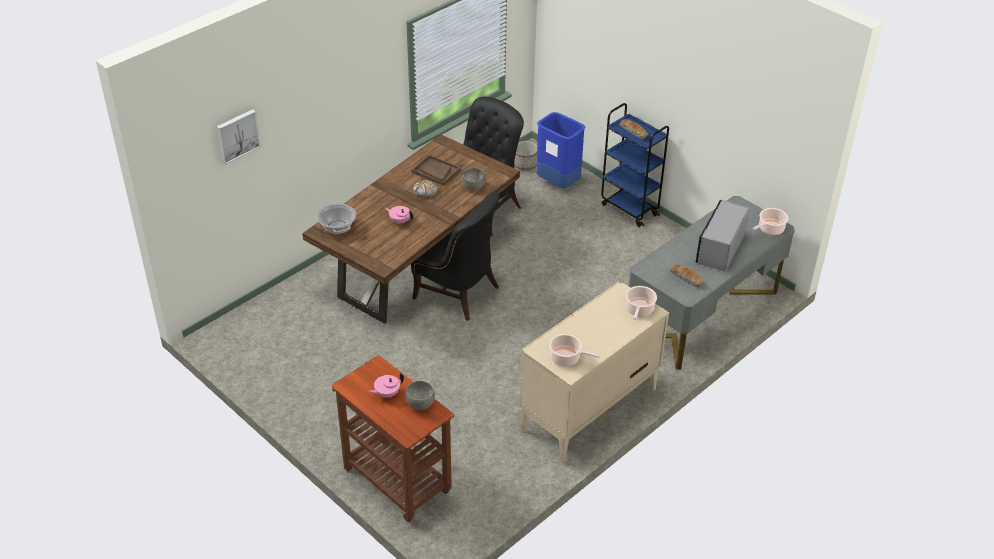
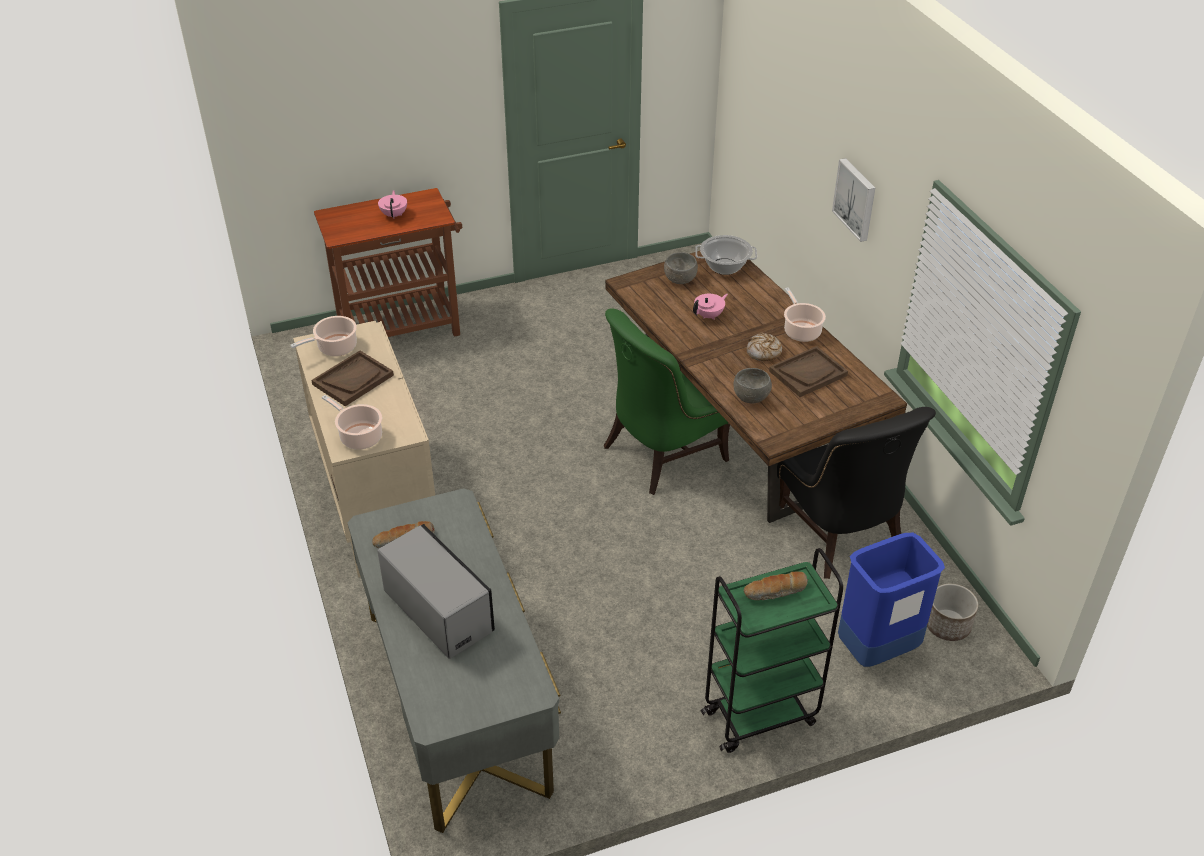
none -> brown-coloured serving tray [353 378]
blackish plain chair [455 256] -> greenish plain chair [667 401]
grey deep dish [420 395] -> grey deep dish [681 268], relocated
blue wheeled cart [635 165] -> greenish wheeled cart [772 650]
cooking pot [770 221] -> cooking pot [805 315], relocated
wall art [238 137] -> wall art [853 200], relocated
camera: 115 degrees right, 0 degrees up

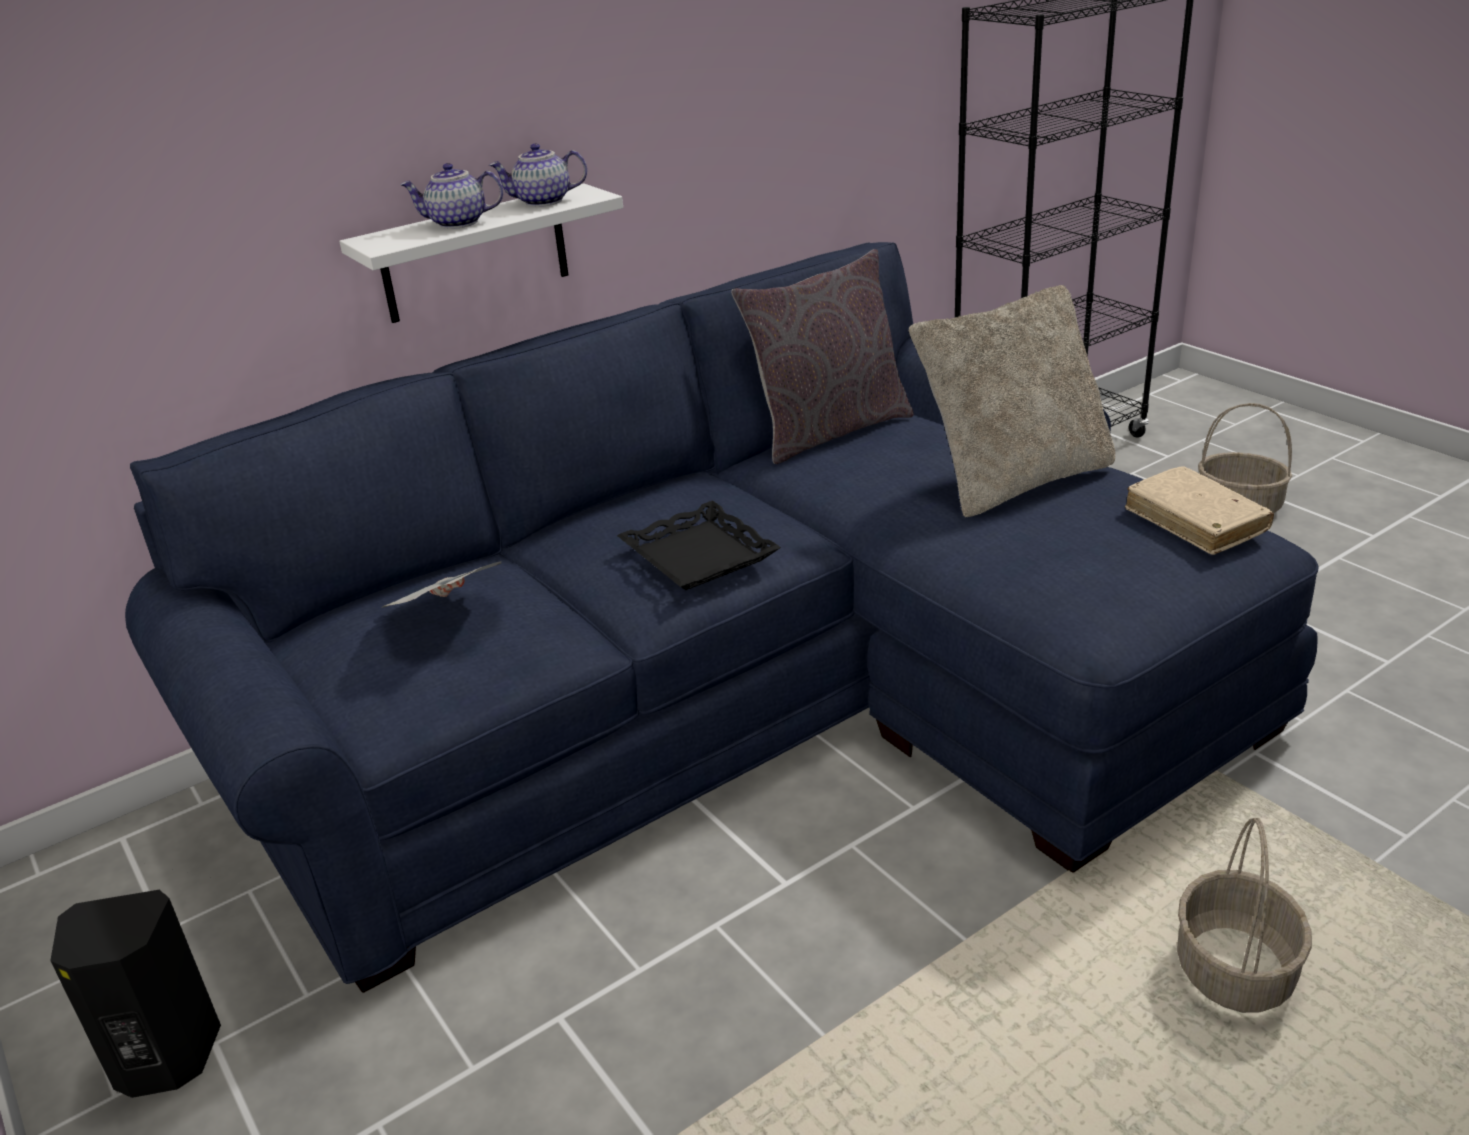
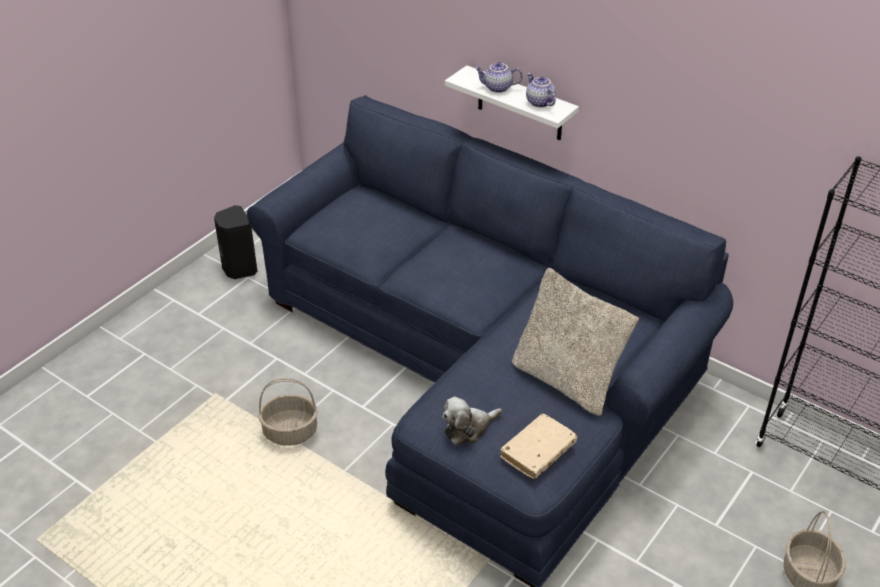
storage basket [1244 915] -> storage basket [288 412], relocated
none -> cuddly toy [472 421]
tea pot [451 196] -> tea pot [499 77], 60 degrees counterclockwise
printed paper [441 584] -> none
blackish serving tray [699 545] -> none
grey throw pillow [822 356] -> none
camera: 70 degrees right, 10 degrees up

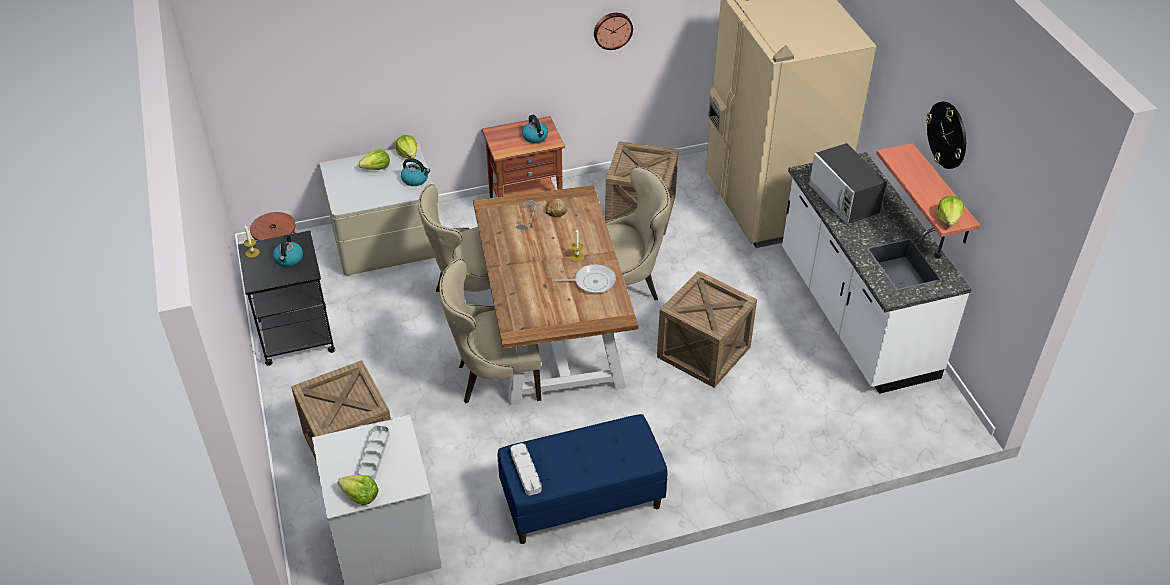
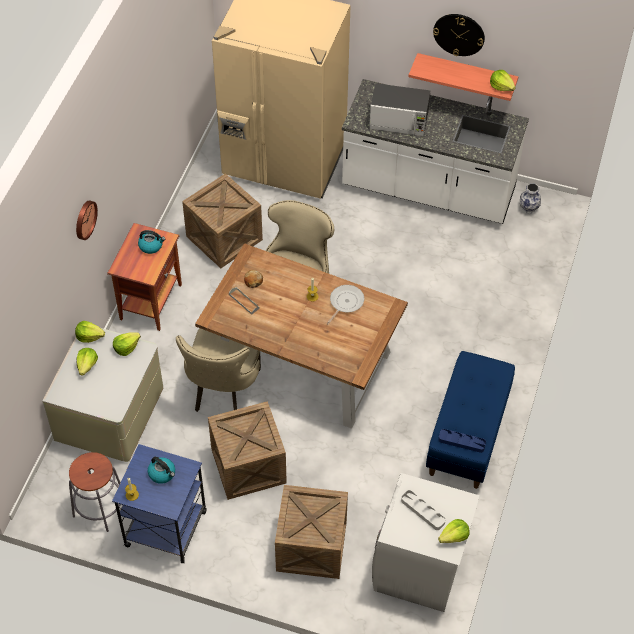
hanging clock [613 31] -> hanging clock [87 220], relocated
blackish wheeled cart [286 298] -> blue wheeled cart [159 503]
kettle [415 172] -> lettuce head [127 344]
packing crate [707 329] -> packing crate [247 450], relocated
grey serving tray [526 469] -> blue serving tray [462 441]
none -> flower vase [530 198]
beige plain chair [490 331] -> none
camera: 55 degrees left, 10 degrees up

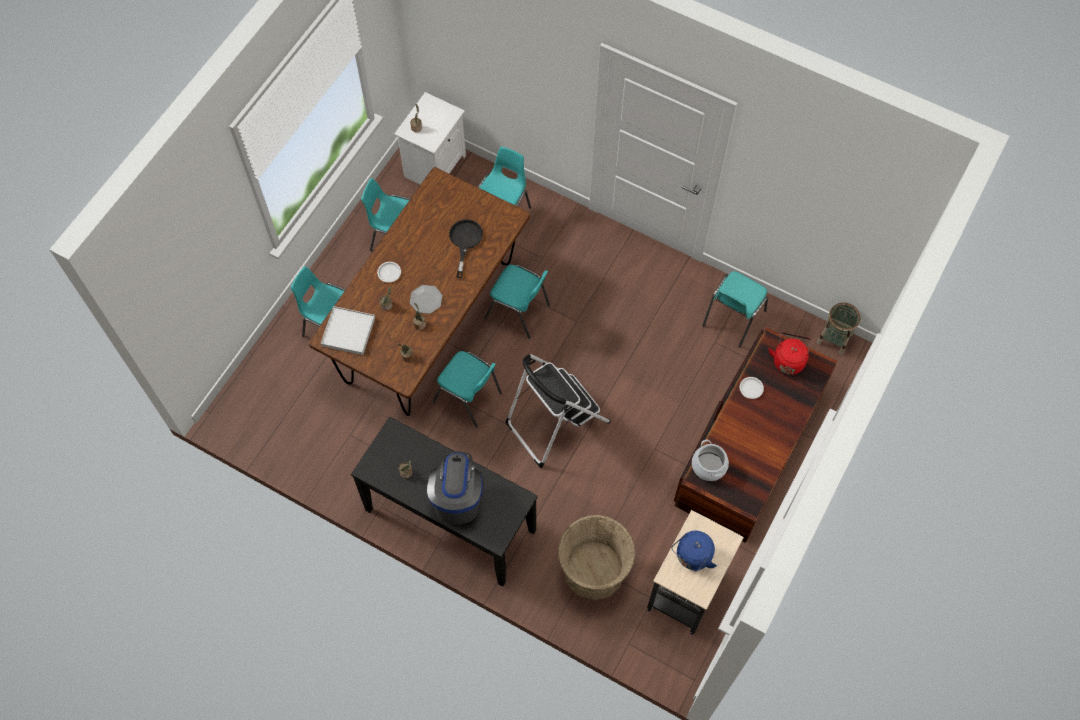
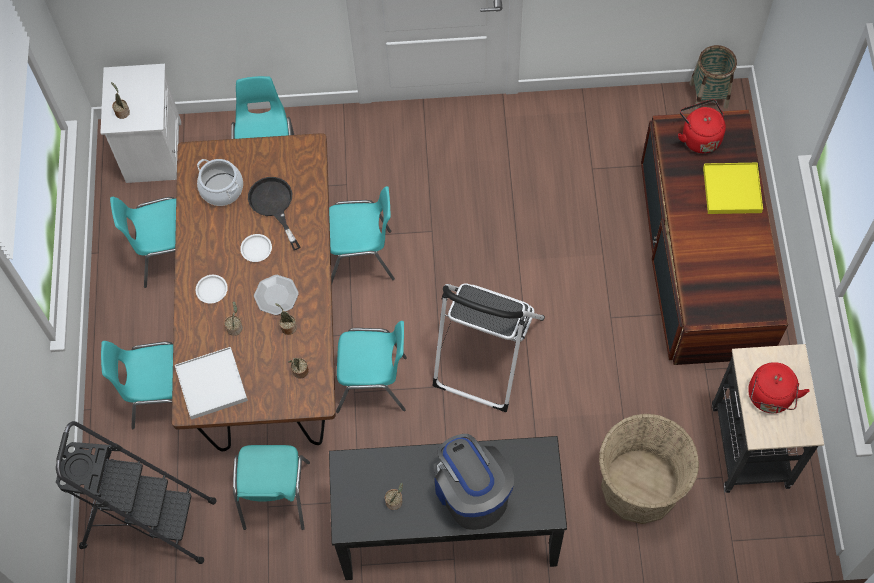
none -> step stool [136 492]
cooking pot [710 460] -> cooking pot [220 182], relocated
turquoise-coloured plain chair [735 309] -> turquoise-coloured plain chair [271 487], relocated
white-coloured plate [752 388] -> white-coloured plate [256 248], relocated
none -> yellow-coloured serving tray [733 188]
blue kettle [694 551] -> red kettle [779 387]
camera: 30 degrees left, 0 degrees up

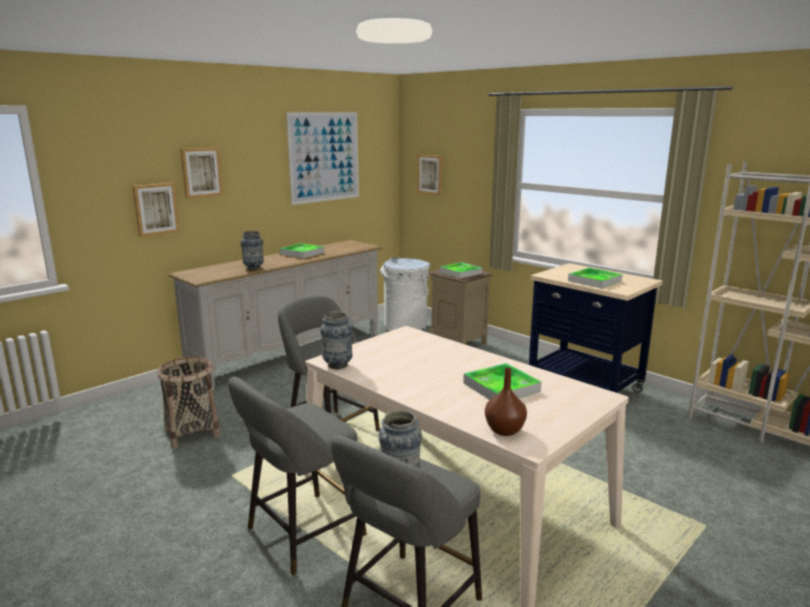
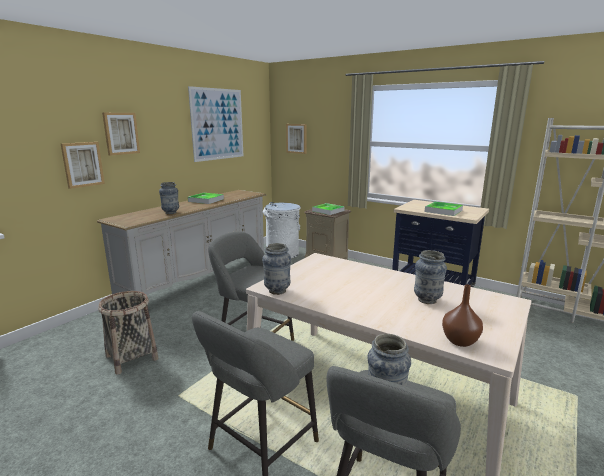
serving tray [502 381] -> flower vase [430 277]
camera: 10 degrees left, 0 degrees up

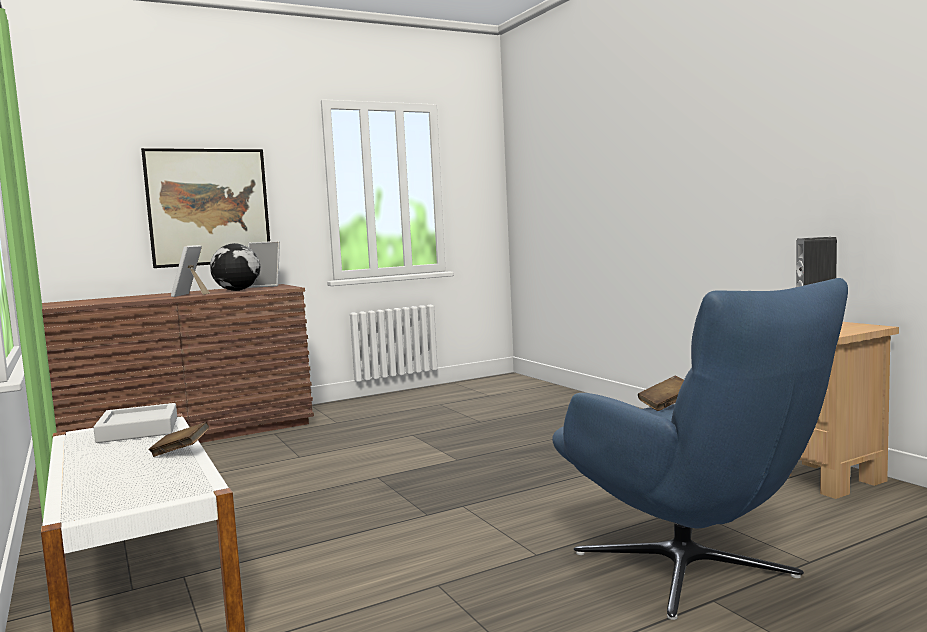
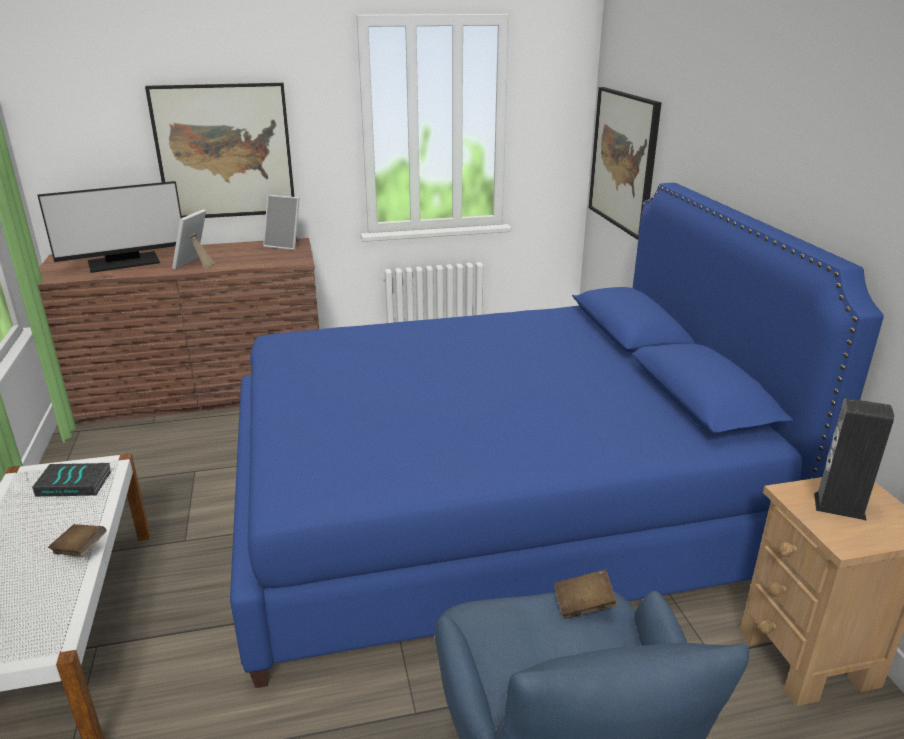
grey serving tray [135 423] -> book [71 480]
none -> computer display [109 227]
none -> blue bedroom bed [557 435]
none -> wall art [625 163]
world globe [235 267] -> none
camera: 15 degrees right, 20 degrees up

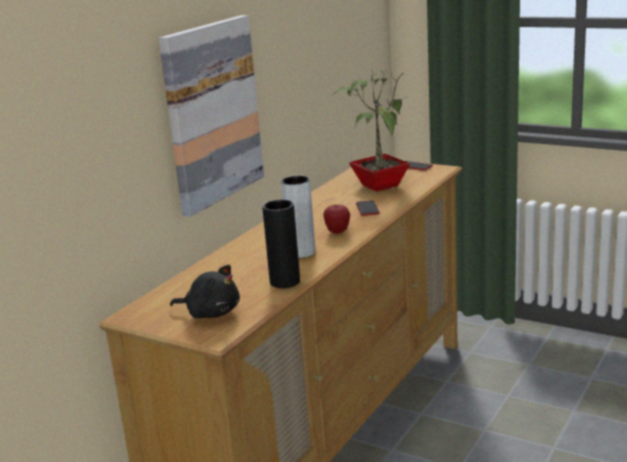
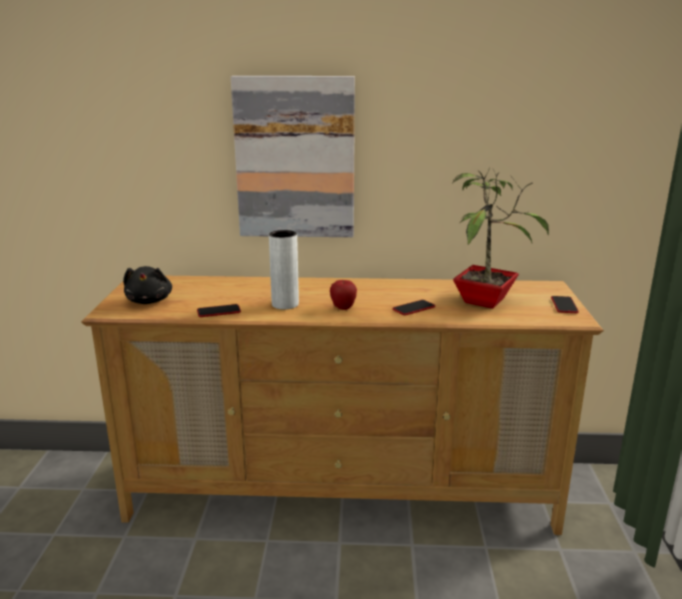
blackish flower vase [281 243] -> telephone [219 310]
camera: 60 degrees right, 0 degrees up

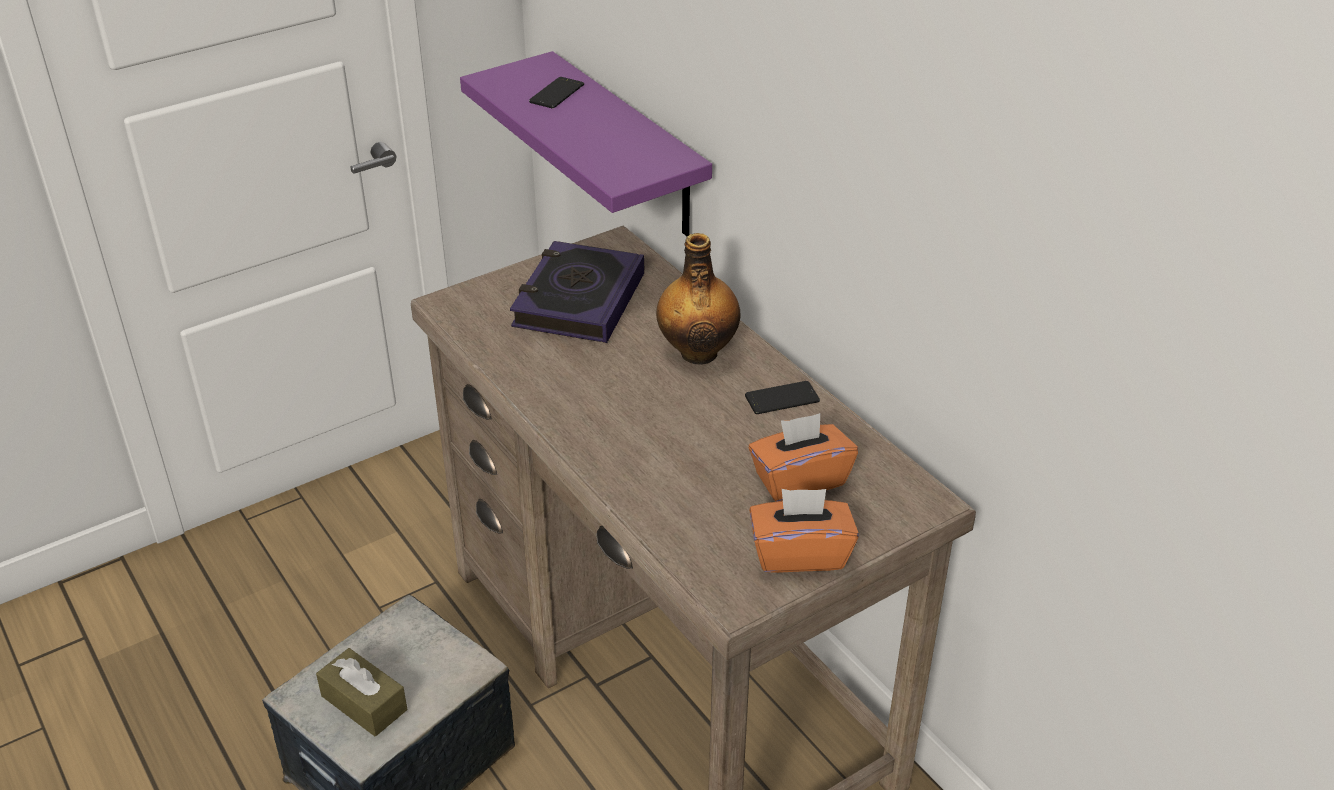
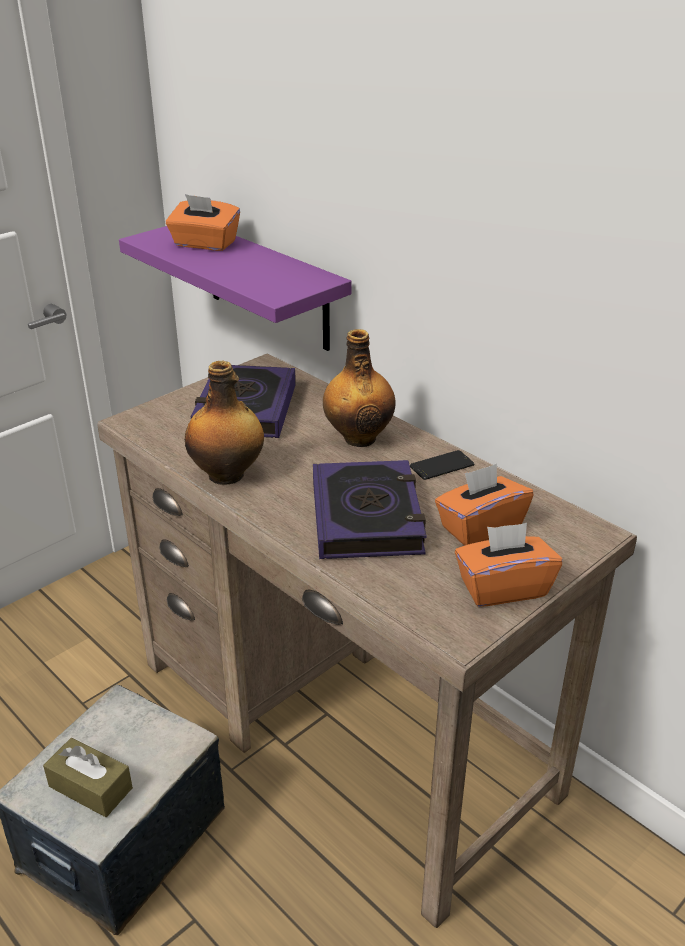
telephone [556 93] -> orange-coloured tissue box [203 222]
none -> bottle [224 423]
none -> book [370 509]
camera: 10 degrees left, 5 degrees down

